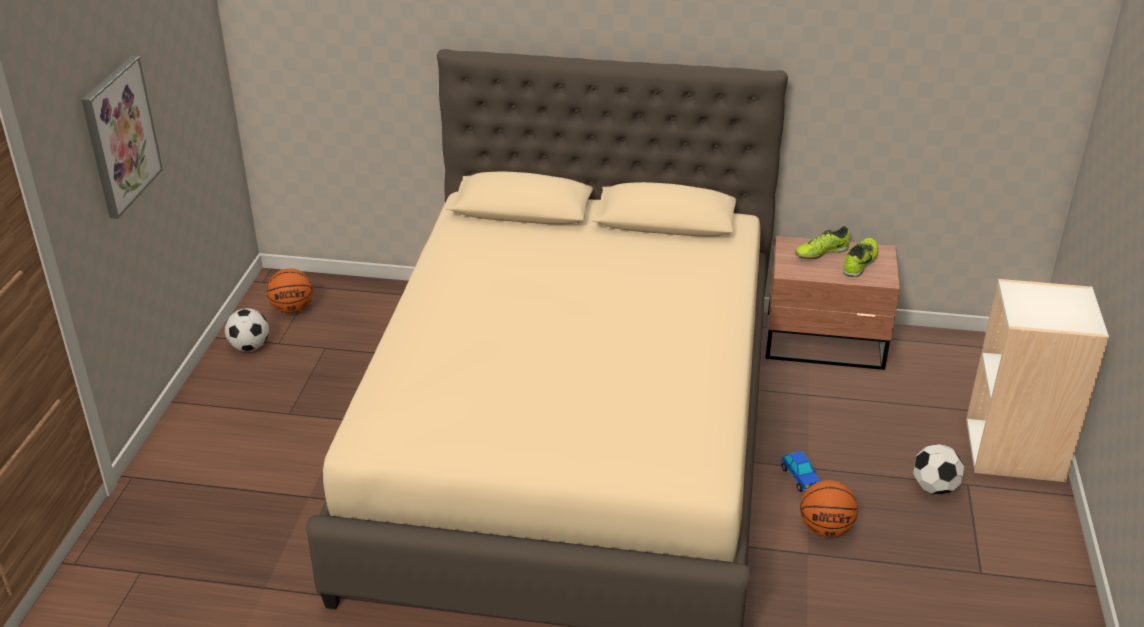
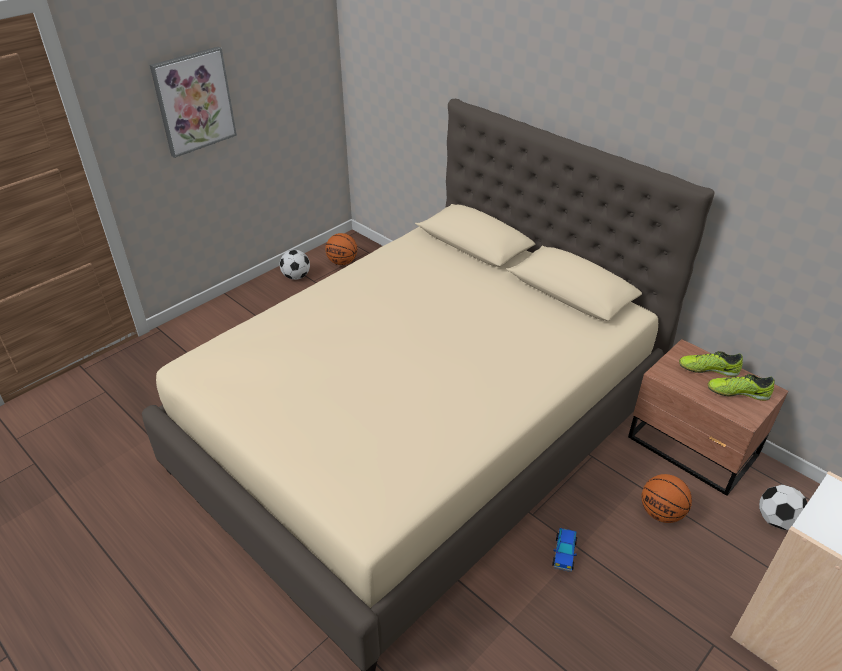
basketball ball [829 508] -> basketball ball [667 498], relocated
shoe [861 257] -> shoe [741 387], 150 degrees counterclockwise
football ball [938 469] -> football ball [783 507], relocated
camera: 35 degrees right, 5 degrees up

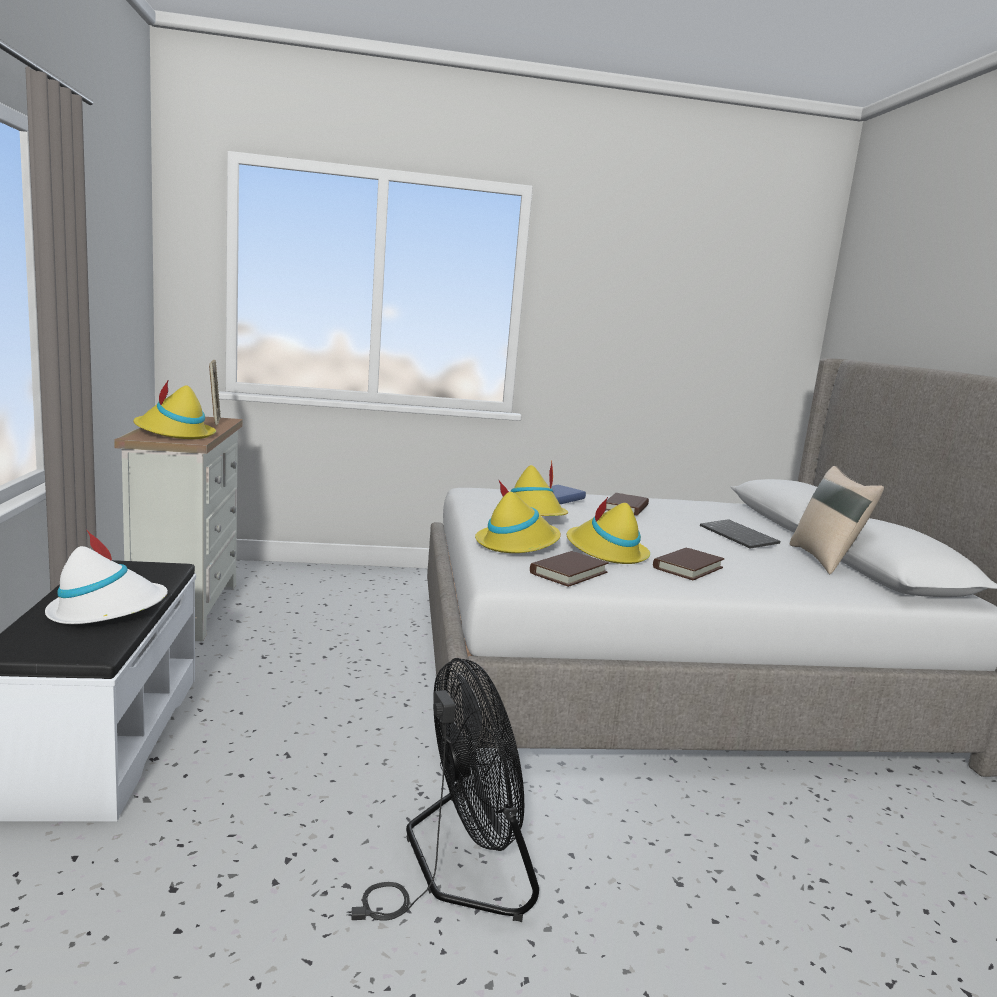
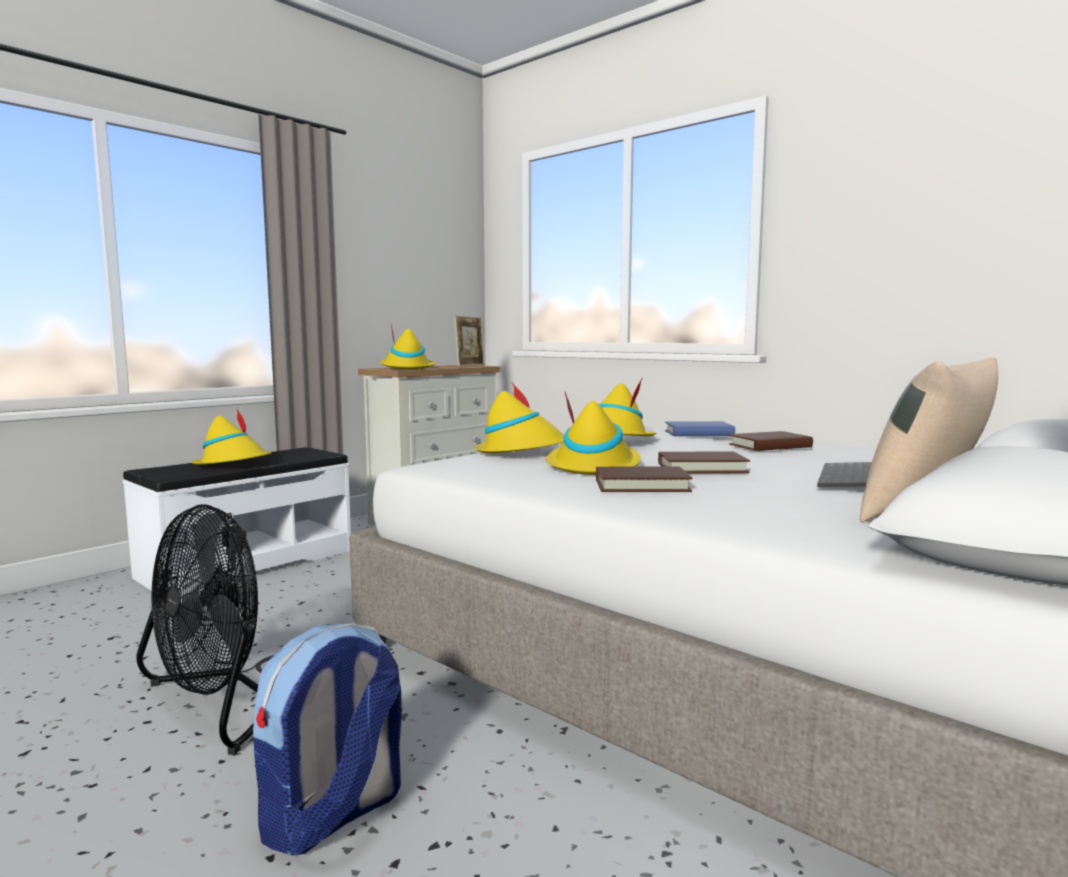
blackish cooling fan [443 790] -> blackish cooling fan [205 629], 105 degrees clockwise
white-coloured wearable hat [106 577] -> yellow-coloured wearable hat [231 437]
none -> backpack [327 739]
brown-coloured book [569 569] -> brown-coloured book [704 462], relocated
camera: 50 degrees right, 5 degrees down

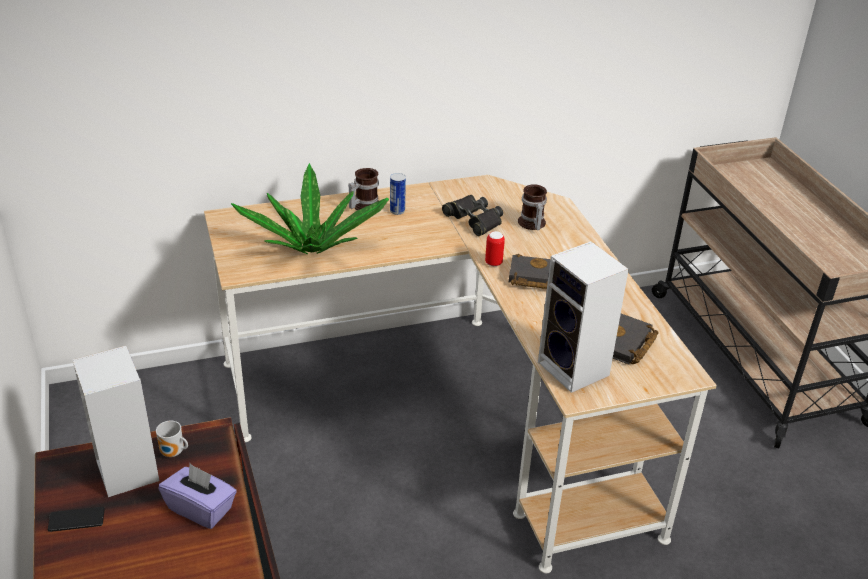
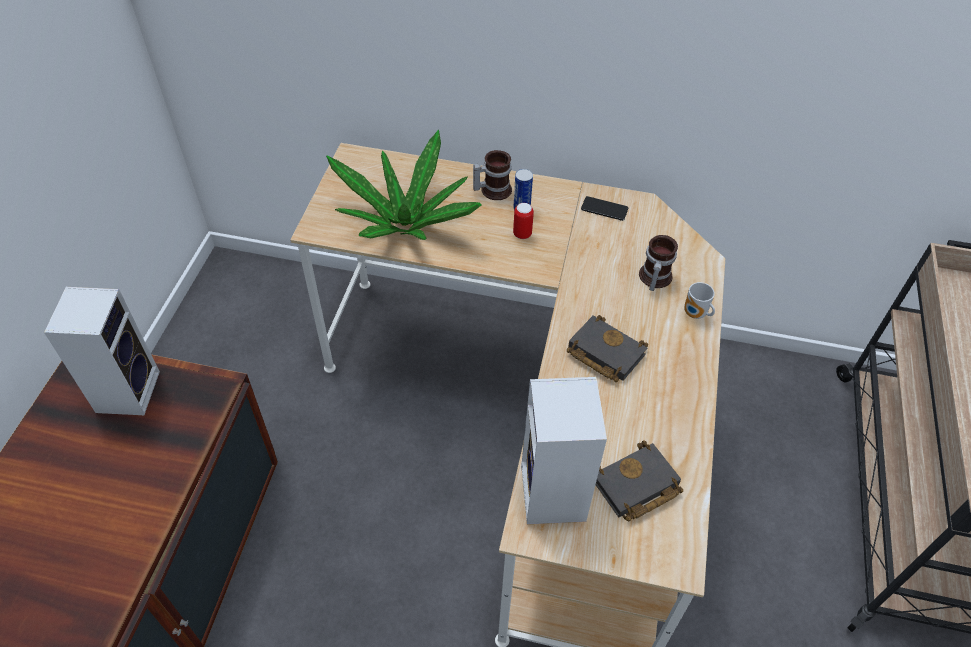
sealed can [495 248] -> sealed can [523 221], relocated
telephone [76 519] -> telephone [604 208], relocated
coffee mug [172 439] -> coffee mug [699 300], relocated
purple-coloured tissue box [197 496] -> none
blackish pair of binoculars [472 215] -> none
camera: 30 degrees right, 15 degrees up

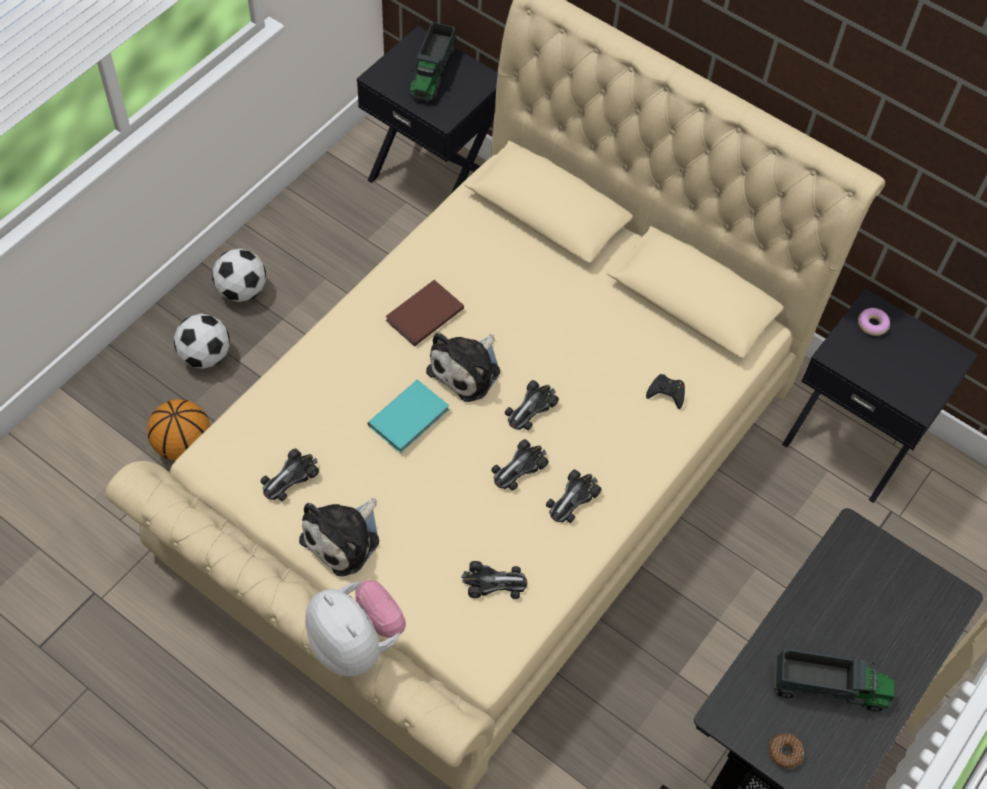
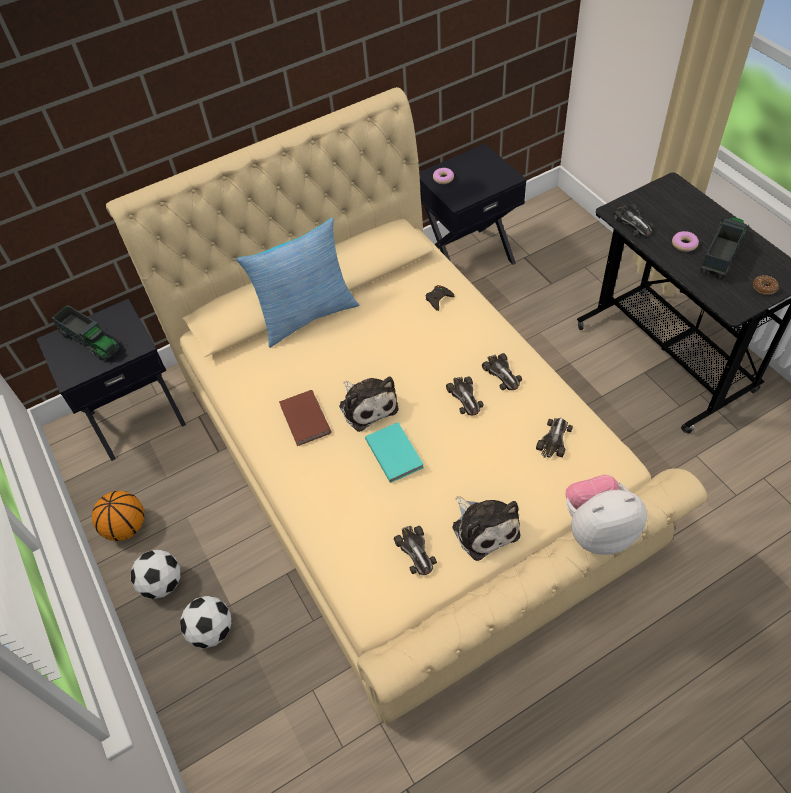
basketball ball [178 430] -> basketball ball [118 516], relocated
none -> throw pillow [297 283]
miniature car [532 405] -> miniature car [633 220], relocated
none -> ring doughnut [685 241]
camera: 60 degrees left, 5 degrees down

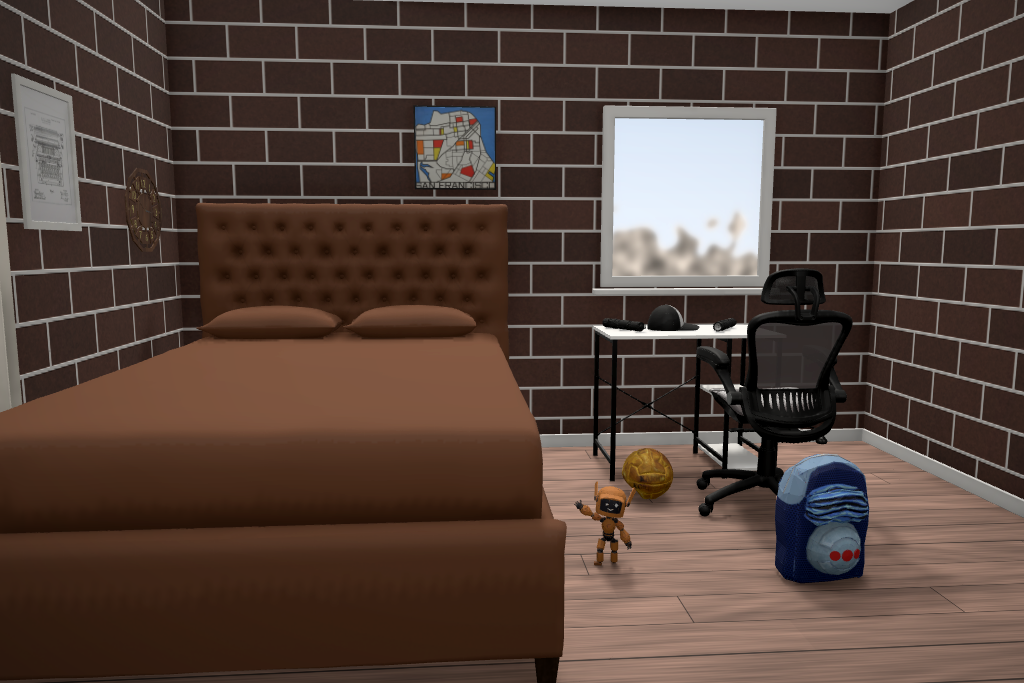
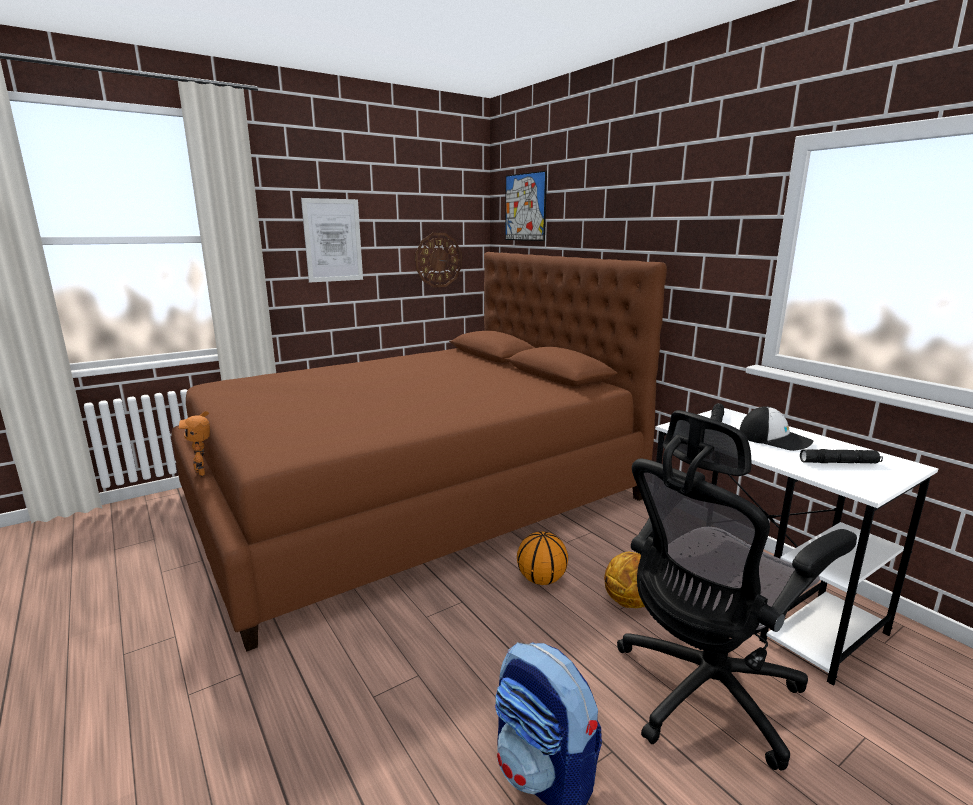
toy robot [605 523] -> toy robot [194 443], relocated
wall art [454 147] -> wall art [526 206], relocated
none -> basketball ball [542 558]
camera: 60 degrees right, 10 degrees up

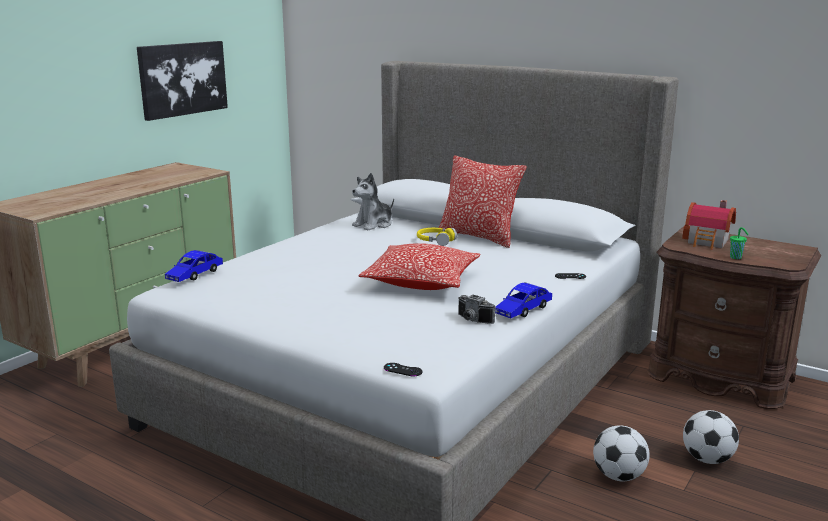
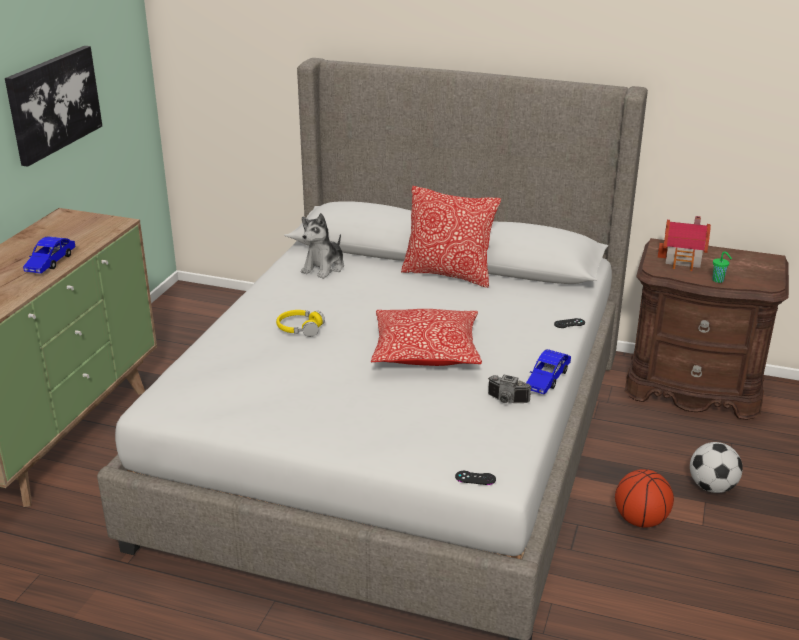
blue miniature car [194 266] -> blue miniature car [49 255], relocated
yellow-coloured headset [437 237] -> yellow-coloured headset [300 323], relocated
football ball [621 453] -> basketball ball [644 498]
camera: 15 degrees left, 10 degrees up

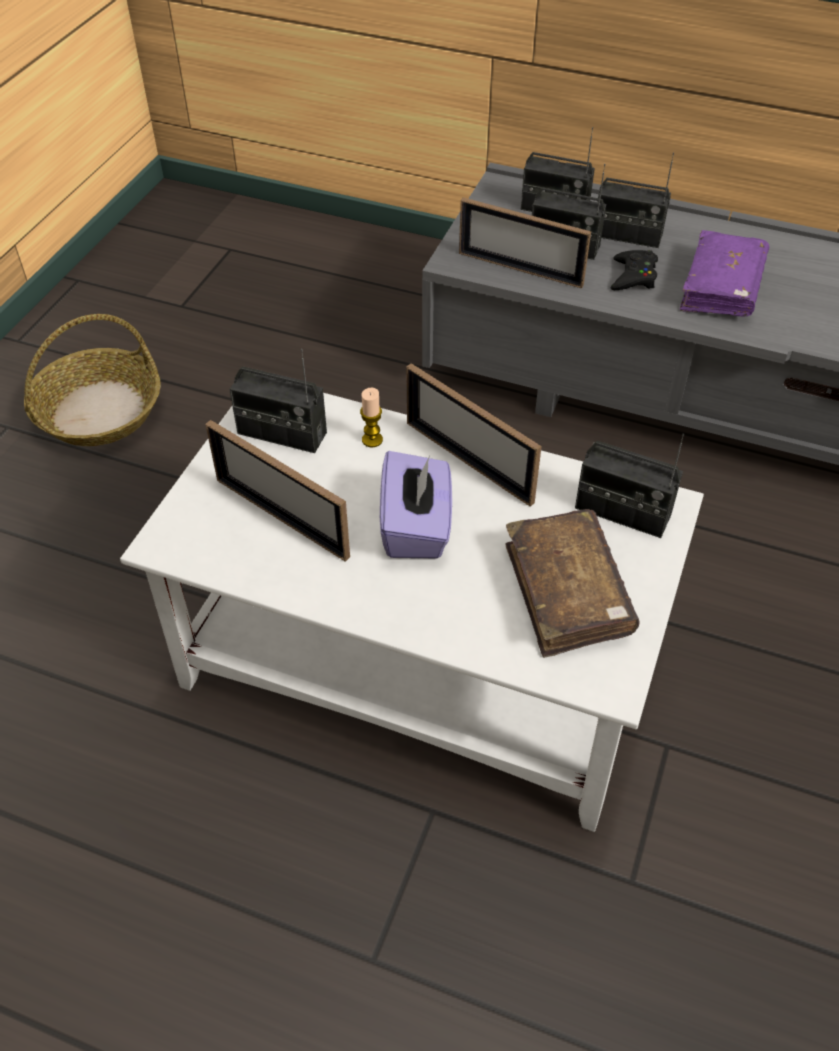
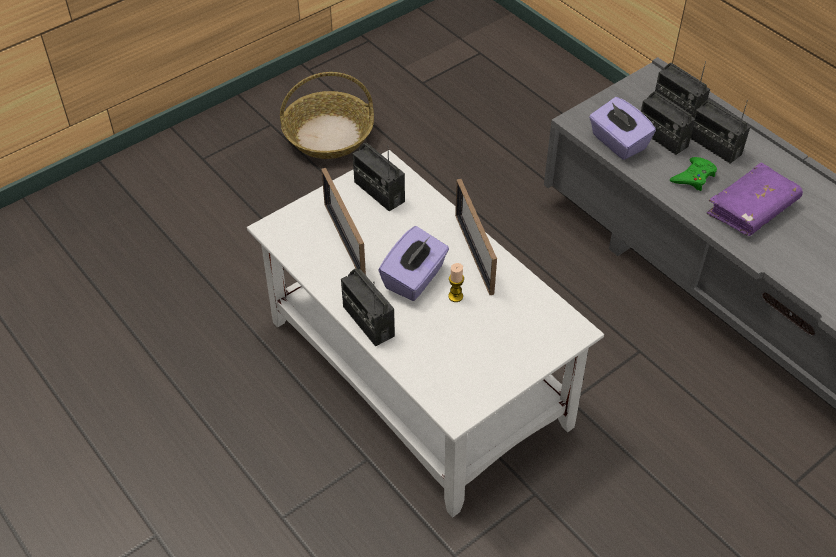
radio set [629 486] -> radio set [368 307], relocated
wax candle [371 417] -> wax candle [456 282], relocated
photo frame [525 243] -> purple-coloured tissue box [622 128]
blackish game controller [634 270] -> greenish game controller [693 174]
brown-coloured book [572 583] -> none
camera: 30 degrees right, 0 degrees up

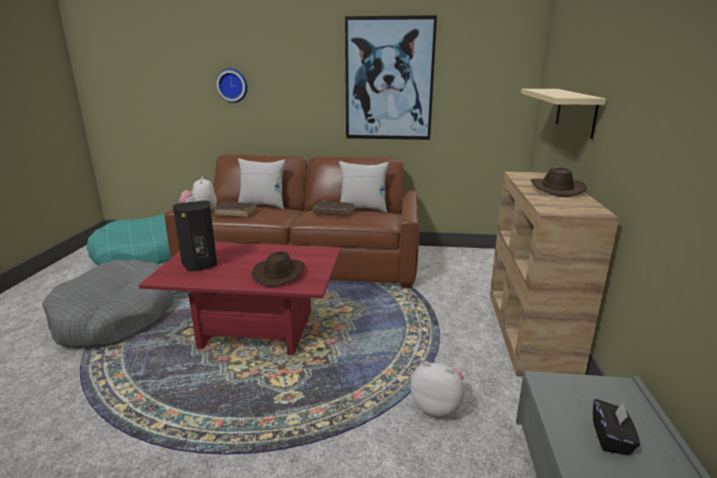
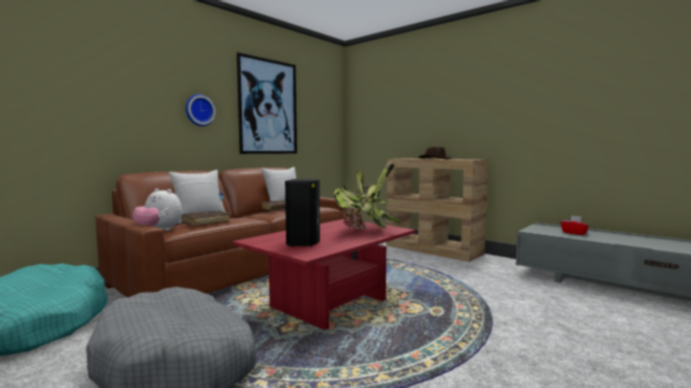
hanging clock [232 86] -> hanging clock [200 110], relocated
brown-coloured wearable hat [278 269] -> houseplant [367 196]
blackish tissue box [616 427] -> red tissue box [575 225]
cuddly toy [437 389] -> none
beige bracket shelf [563 114] -> none
camera: 55 degrees left, 15 degrees down

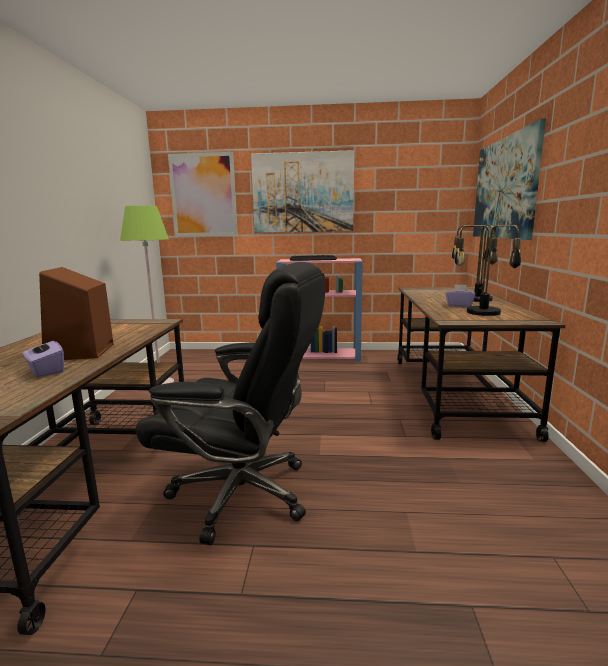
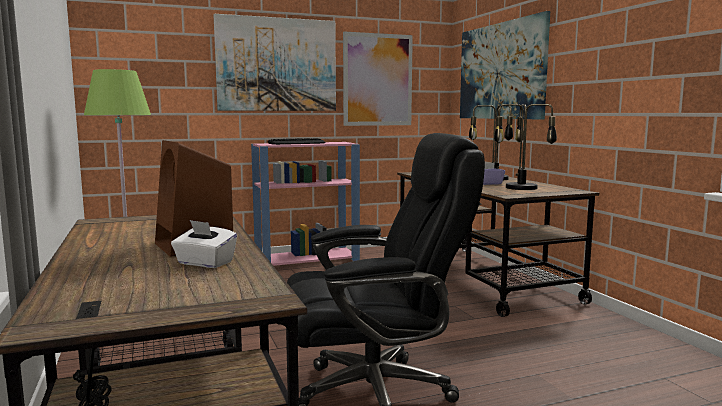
purple-coloured tissue box [43 358] -> white-coloured tissue box [204 244]
wall art [203 194] -> wall art [378 79], relocated
camera: 25 degrees left, 5 degrees down

